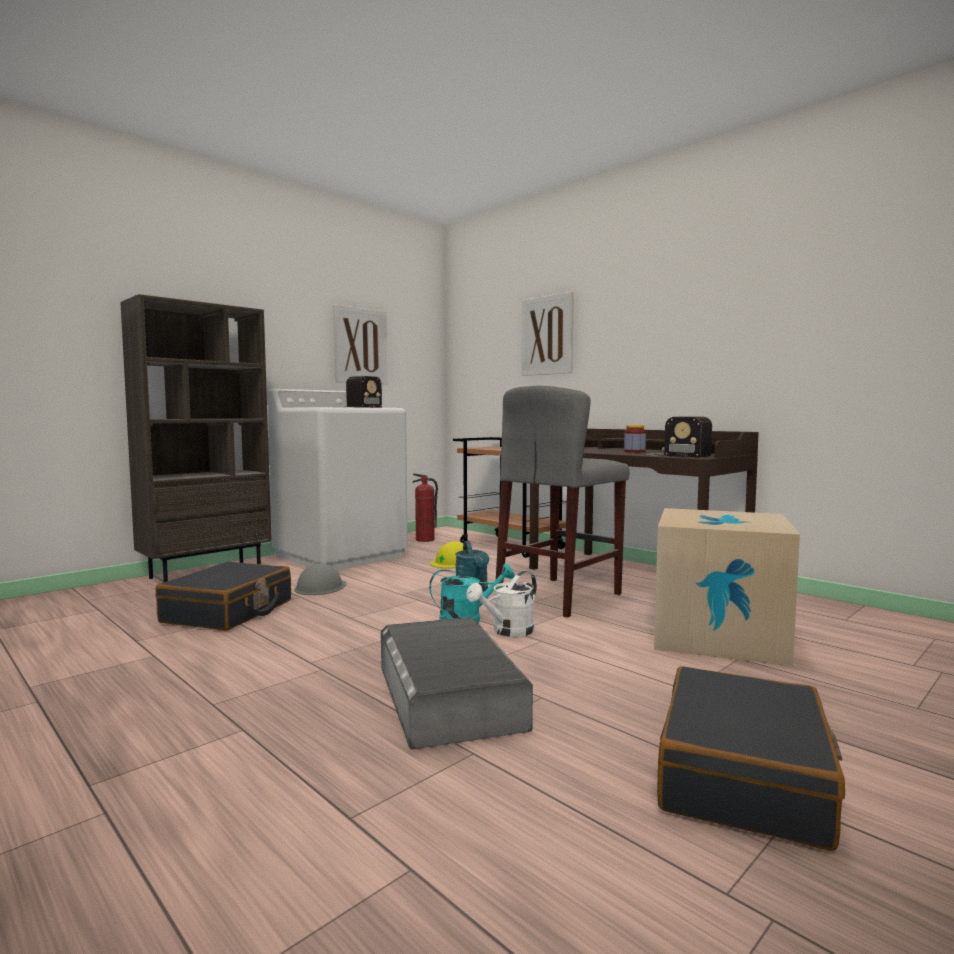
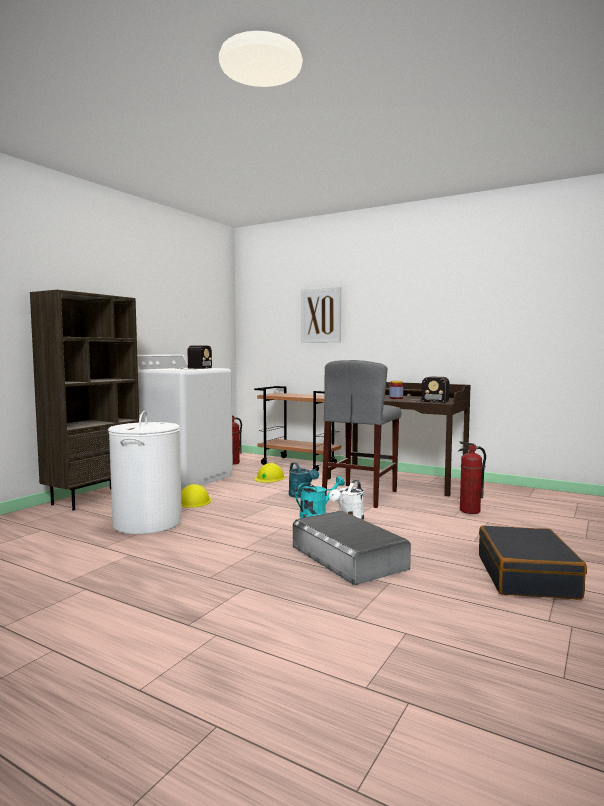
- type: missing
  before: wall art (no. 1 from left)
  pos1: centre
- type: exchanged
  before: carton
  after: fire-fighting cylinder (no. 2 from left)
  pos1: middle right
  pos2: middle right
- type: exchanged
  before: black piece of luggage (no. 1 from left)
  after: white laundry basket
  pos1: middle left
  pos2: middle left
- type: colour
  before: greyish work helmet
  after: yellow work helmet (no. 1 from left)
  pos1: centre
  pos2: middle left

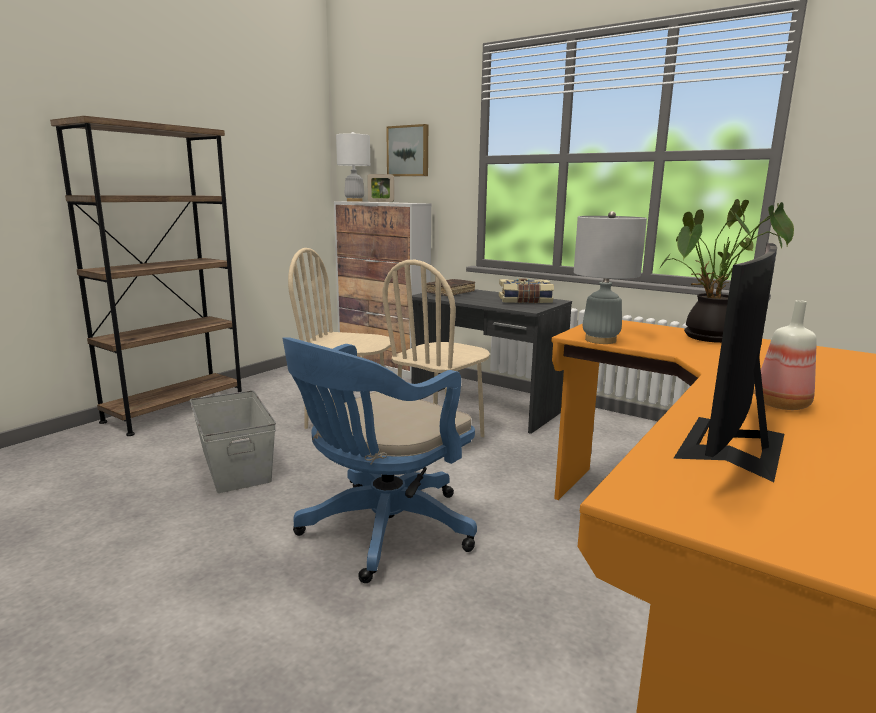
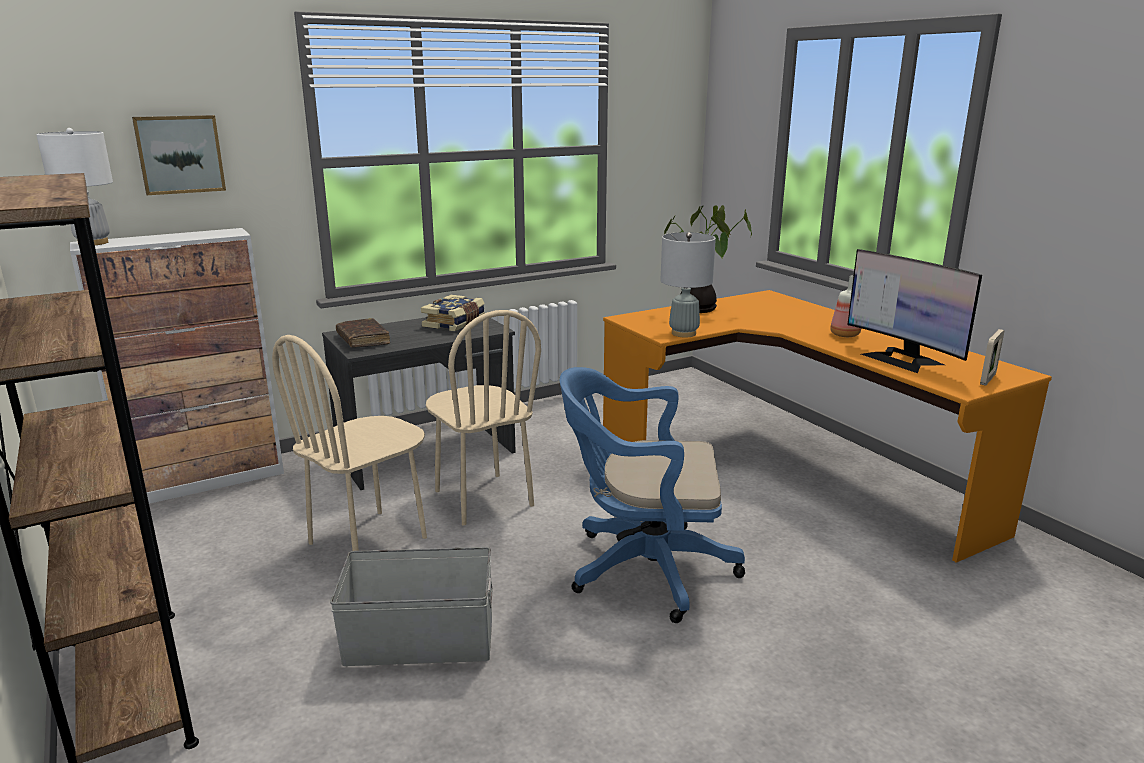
- type: relocated
  before: standing frame
  pos1: top centre
  pos2: middle right
- type: spun
  before: blue desk chair
  pos1: centre
  pos2: centre
  turn: 120

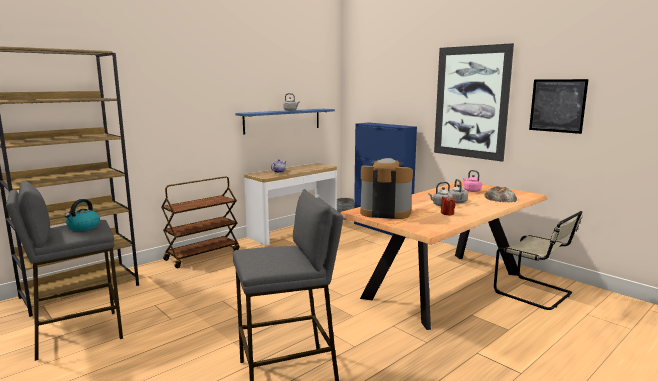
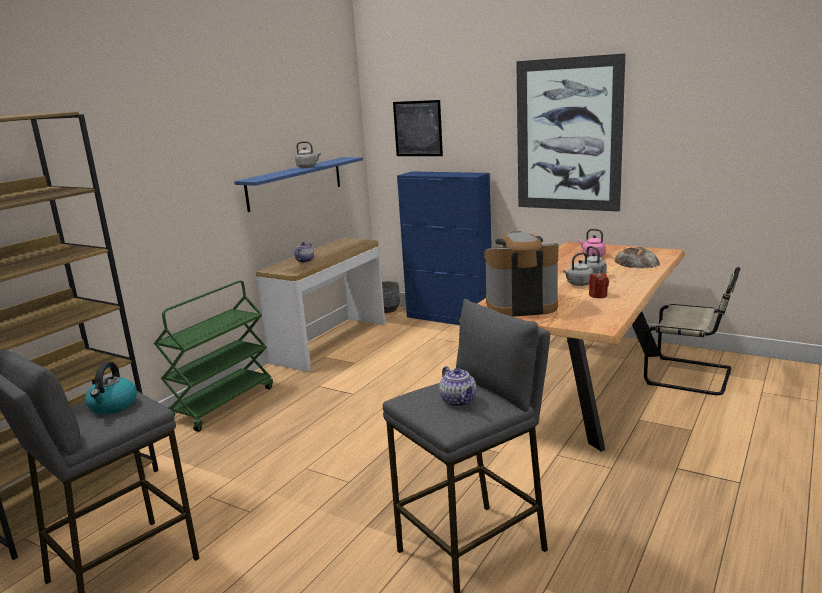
- type: relocated
  before: wall art (no. 2 from left in the first image)
  after: wall art (no. 1 from left)
  pos1: top right
  pos2: top centre
- type: colour
  before: brown-coloured wheeled cart
  after: green wheeled cart
  pos1: middle left
  pos2: middle left
- type: appeared
  after: pot for tea (no. 2 from left)
  pos2: centre

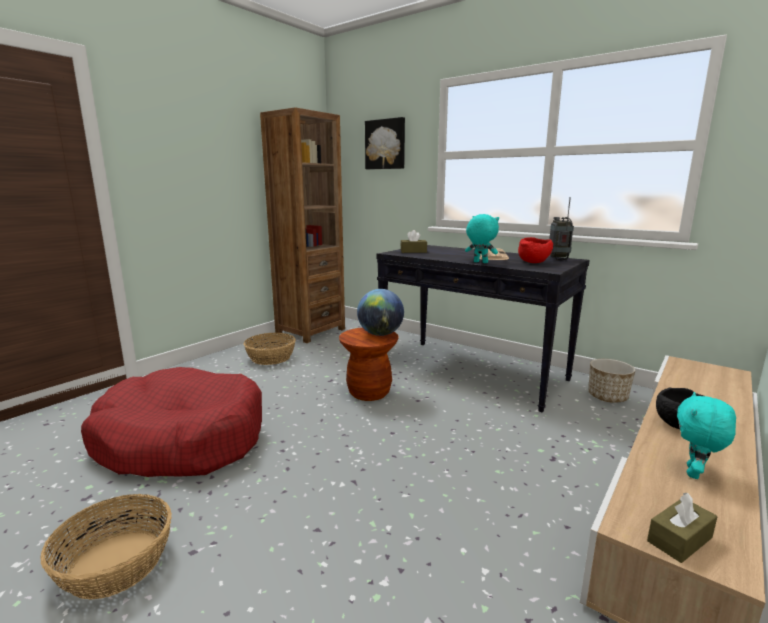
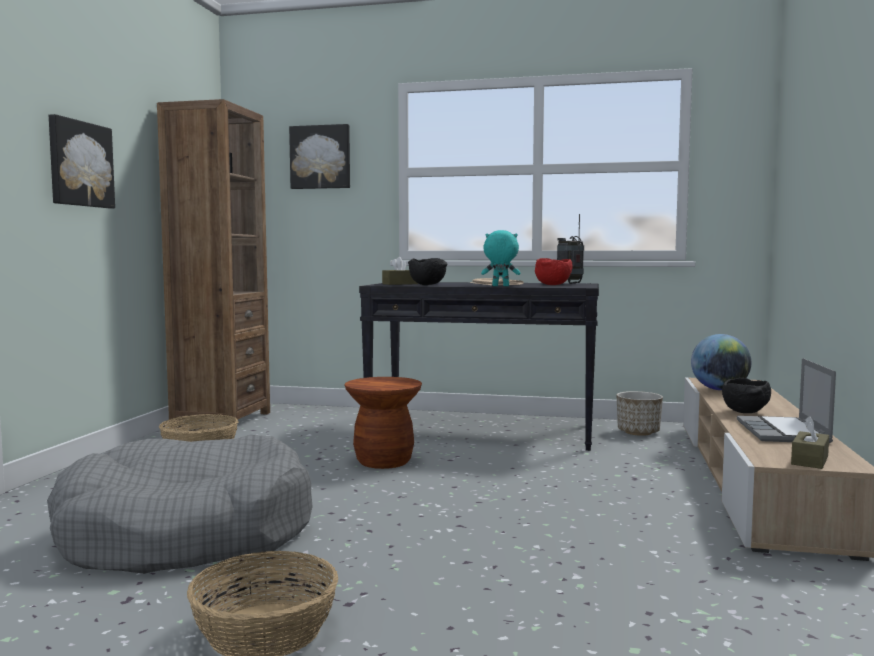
- type: relocated
  before: globe
  pos1: centre
  pos2: middle right
- type: colour
  before: red-coloured dog cushion
  after: greyish dog cushion
  pos1: bottom left
  pos2: bottom left
- type: exchanged
  before: turquoise-coloured soft toy (no. 2 from left)
  after: laptop
  pos1: bottom right
  pos2: middle right
- type: appeared
  after: wall art (no. 1 from left)
  pos2: top left
- type: appeared
  after: black deep dish (no. 1 from left)
  pos2: centre

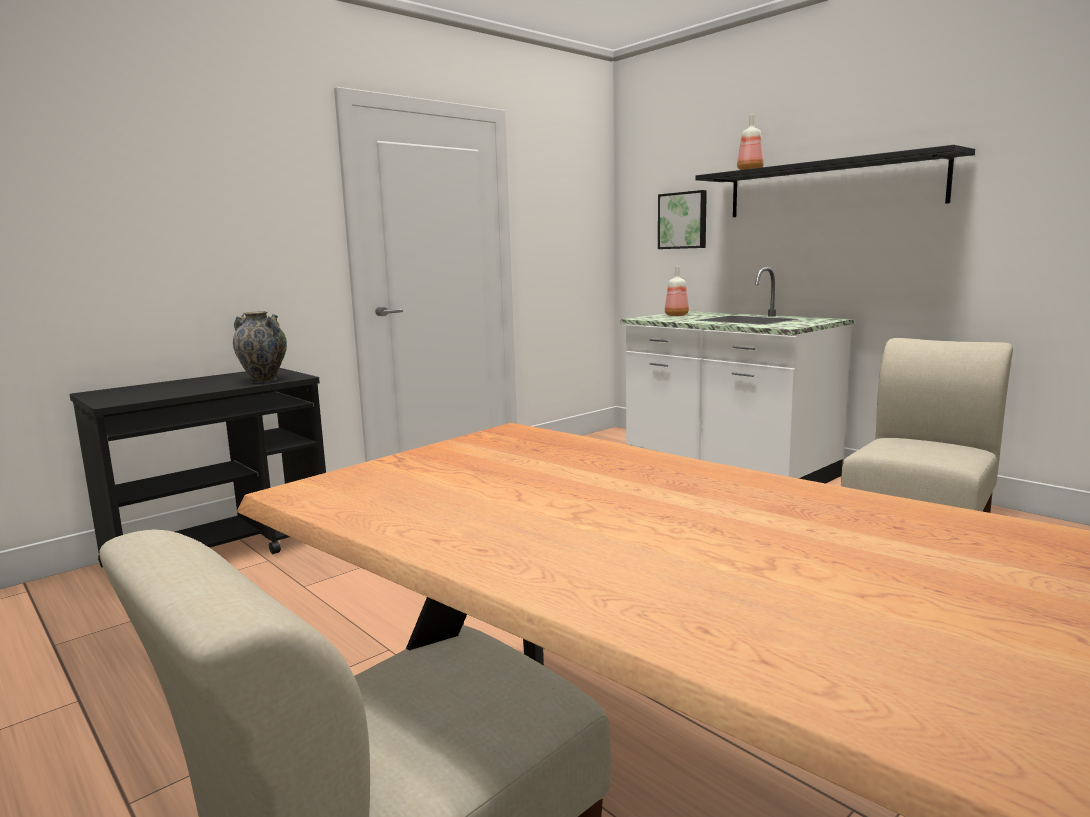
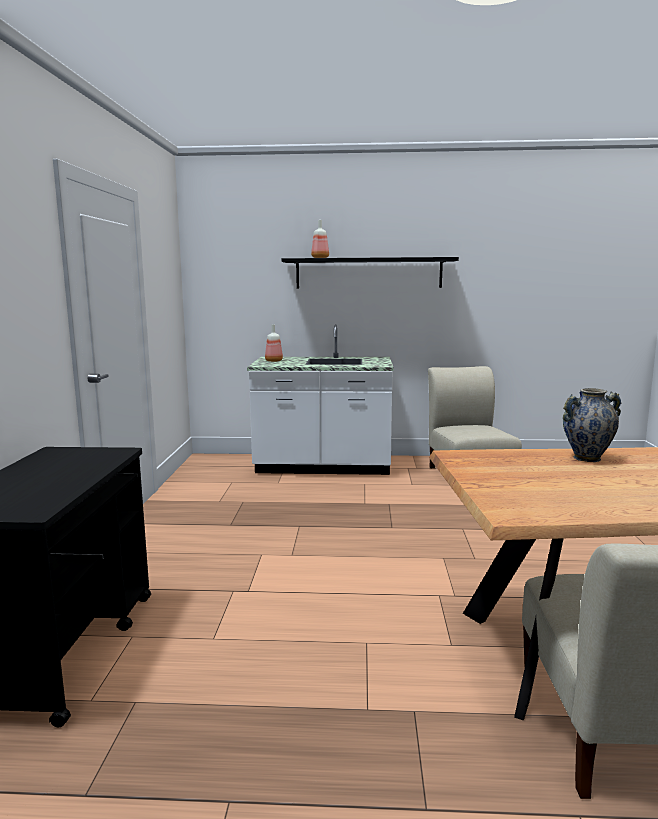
- type: missing
  before: wall art
  pos1: top centre
- type: relocated
  before: vase
  pos1: middle left
  pos2: middle right

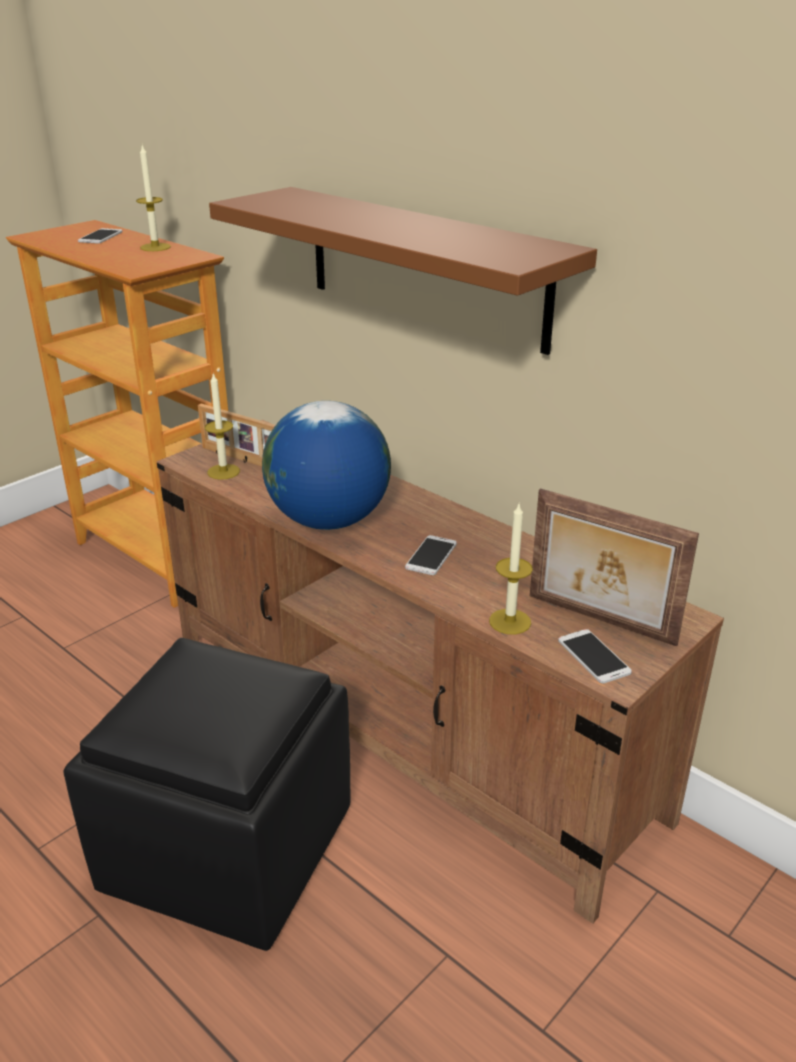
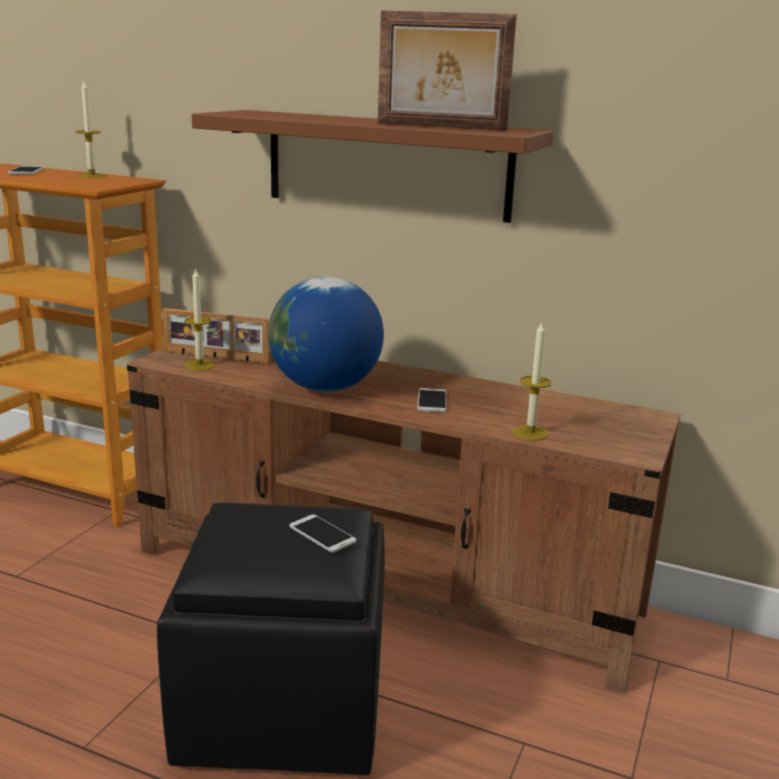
- type: relocated
  before: standing frame (no. 2 from left)
  pos1: middle right
  pos2: top centre
- type: relocated
  before: handset (no. 3 from left in the first image)
  after: handset (no. 2 from left)
  pos1: middle right
  pos2: bottom centre

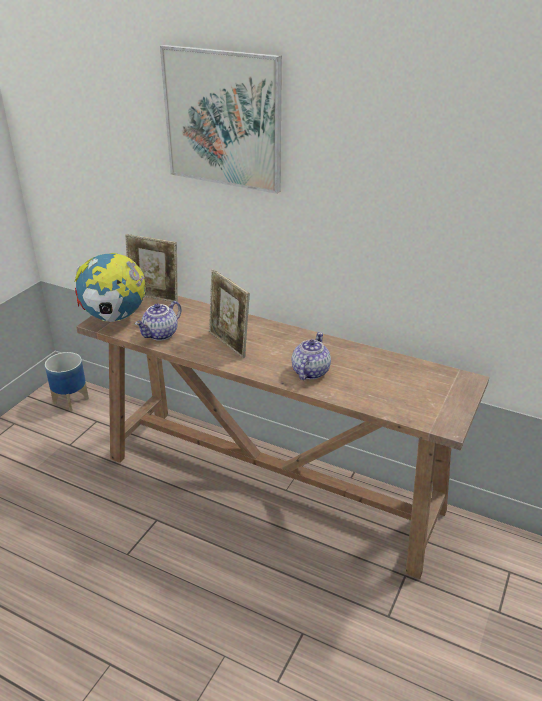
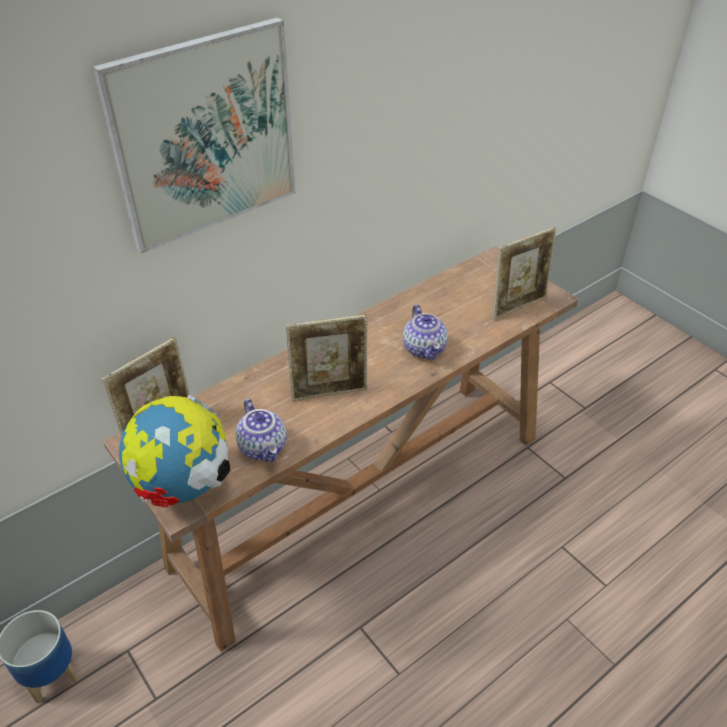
- type: spun
  before: pot for tea (no. 2 from left)
  pos1: centre
  pos2: centre
  turn: -150
- type: appeared
  after: standing frame (no. 3 from left)
  pos2: middle right

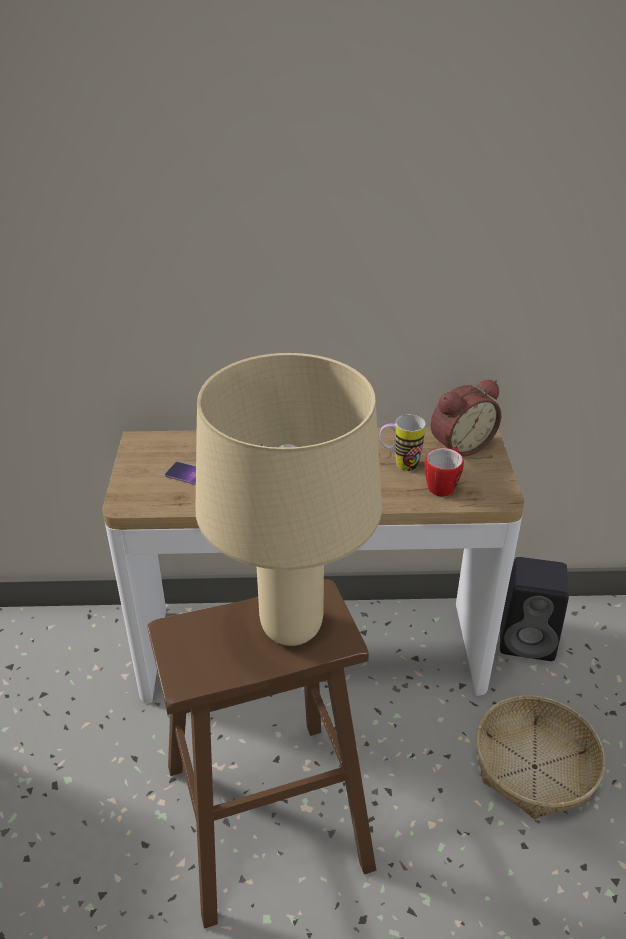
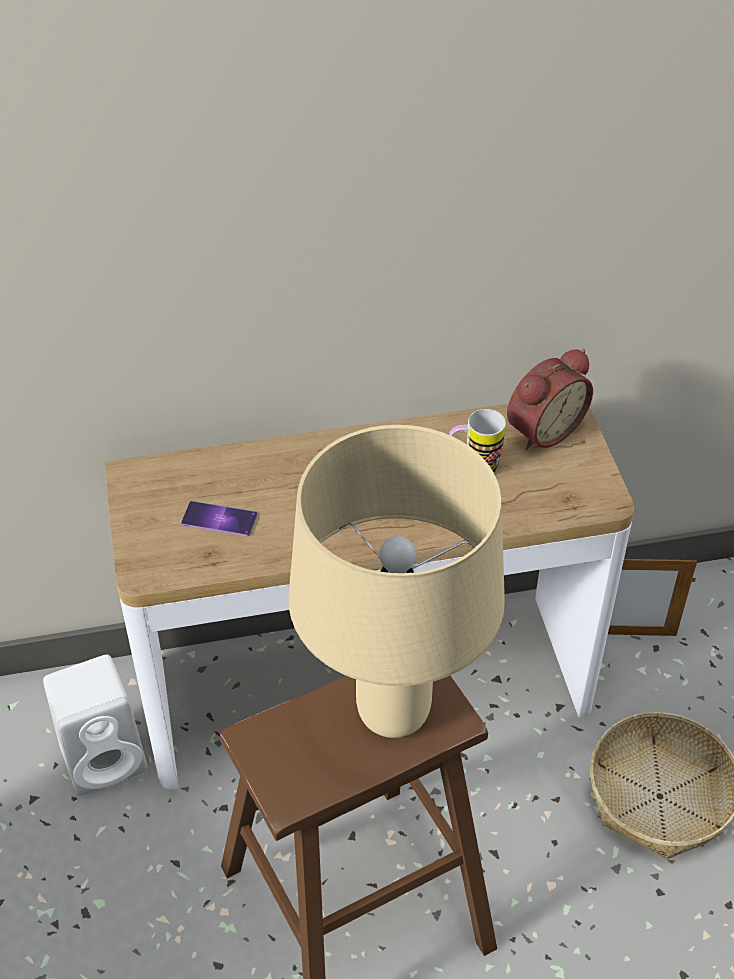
- type: missing
  before: coffee mug (no. 2 from left)
  pos1: middle right
- type: exchanged
  before: black speaker
  after: standing frame
  pos1: middle right
  pos2: middle right
- type: appeared
  after: white speaker
  pos2: bottom left

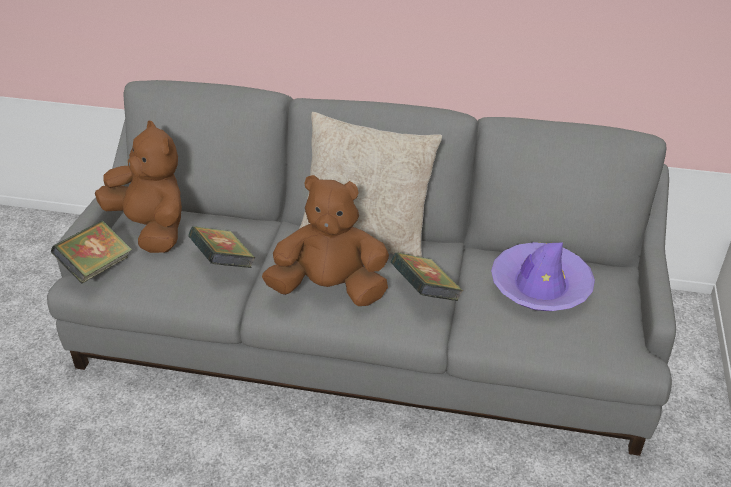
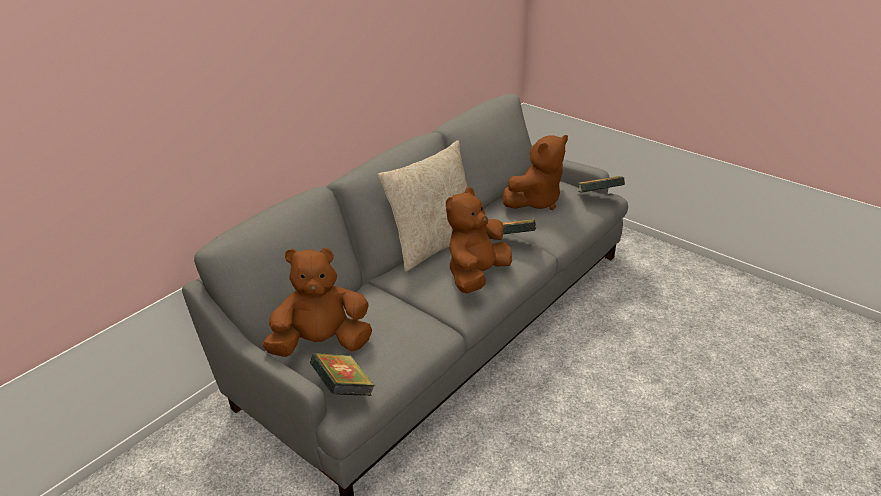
- type: relocated
  before: volume (no. 2 from left in the first image)
  after: volume (no. 3 from left)
  pos1: middle left
  pos2: middle right
- type: exchanged
  before: purplish hat
  after: brown-coloured soft toy (no. 3 from left)
  pos1: middle right
  pos2: centre

